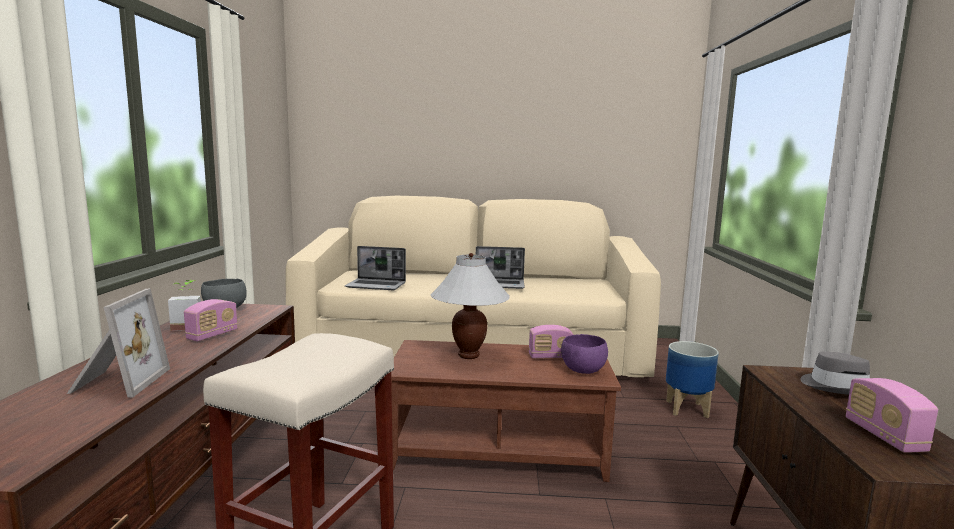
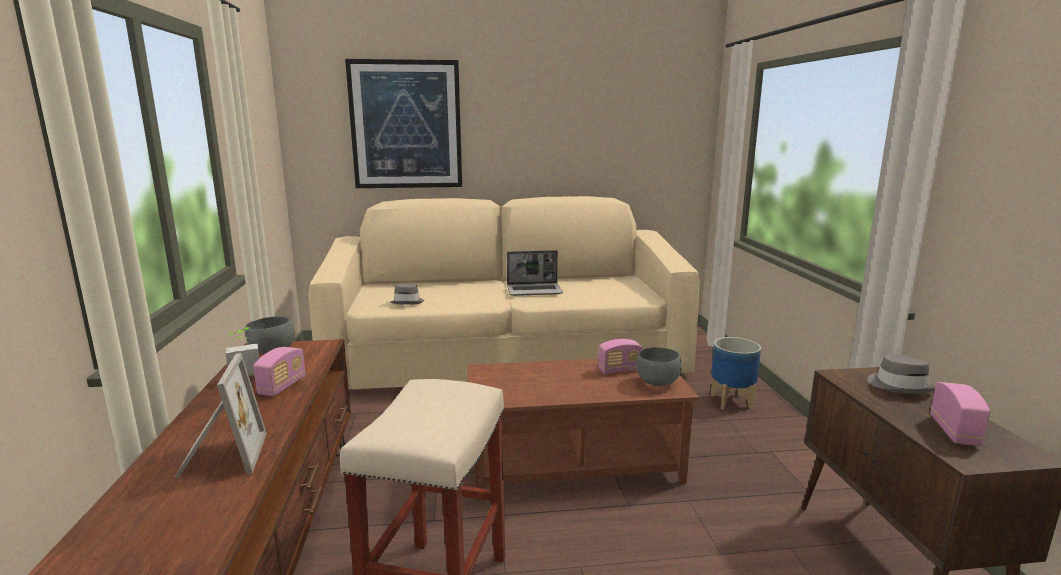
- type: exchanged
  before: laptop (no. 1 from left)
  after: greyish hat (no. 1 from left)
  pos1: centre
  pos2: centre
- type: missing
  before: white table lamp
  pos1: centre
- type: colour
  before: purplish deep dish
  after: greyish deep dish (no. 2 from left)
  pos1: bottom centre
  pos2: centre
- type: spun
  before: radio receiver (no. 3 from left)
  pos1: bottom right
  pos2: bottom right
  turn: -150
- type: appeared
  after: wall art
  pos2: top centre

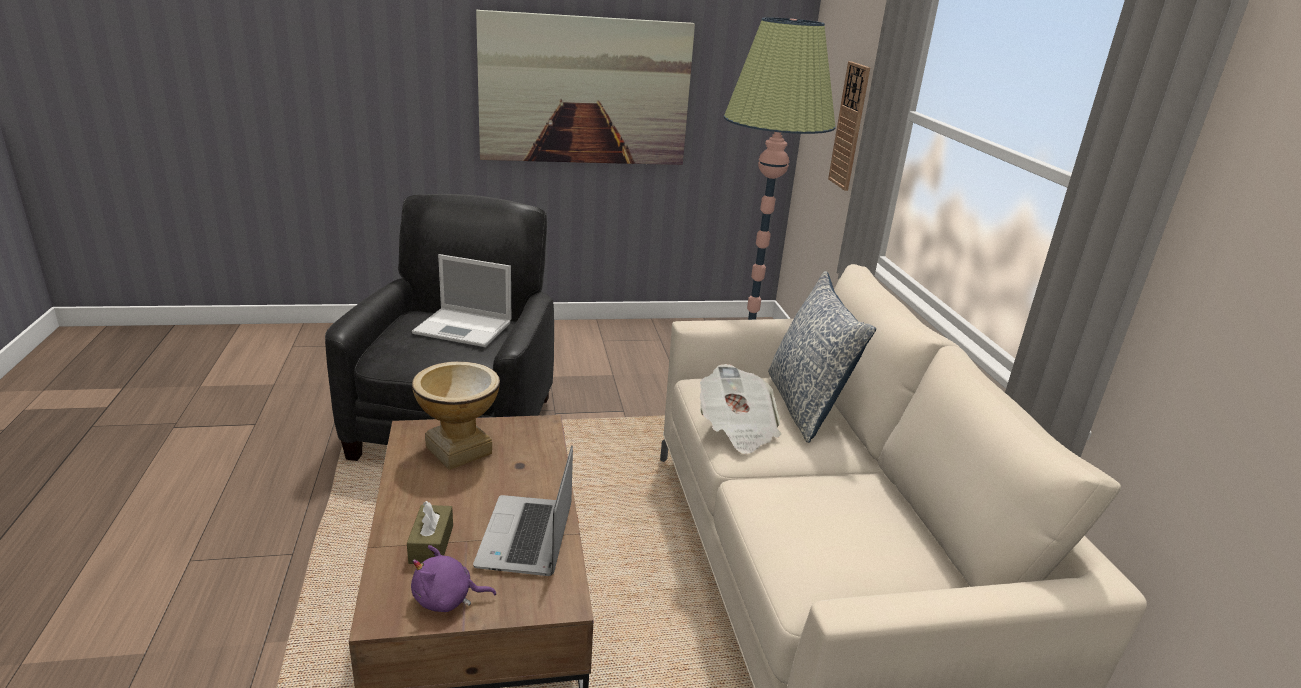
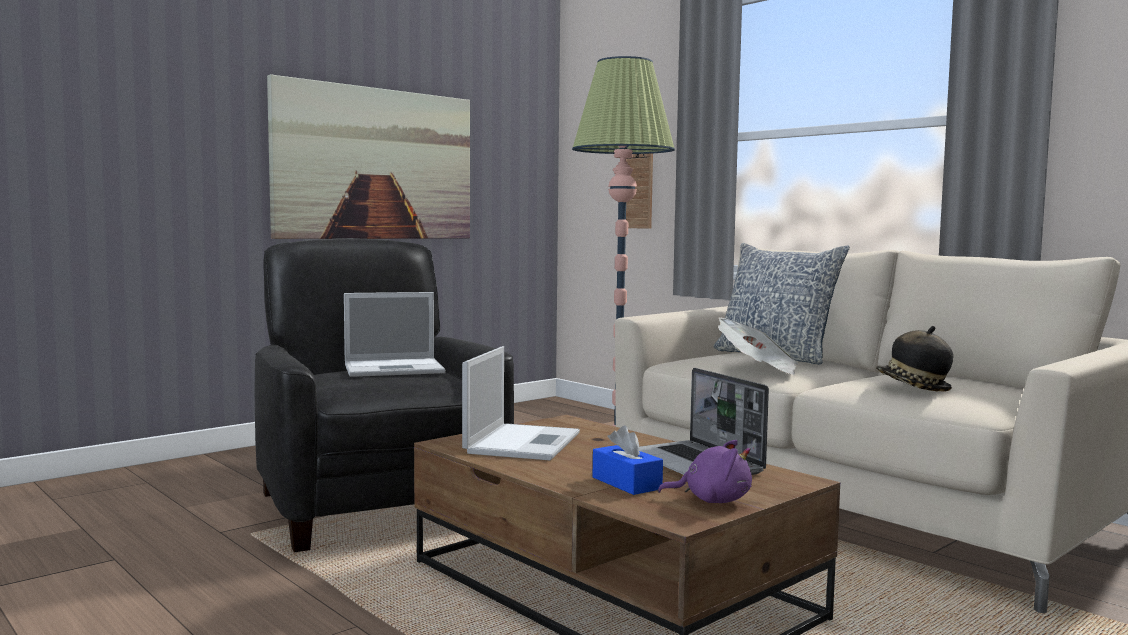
- type: exchanged
  before: vase
  after: laptop (no. 2 from left)
  pos1: centre
  pos2: centre
- type: colour
  before: brown-coloured tissue box
  after: blue tissue box
  pos1: bottom left
  pos2: bottom centre
- type: spun
  before: purplish soft toy
  pos1: bottom centre
  pos2: bottom centre
  turn: -135
- type: appeared
  after: hat
  pos2: middle right

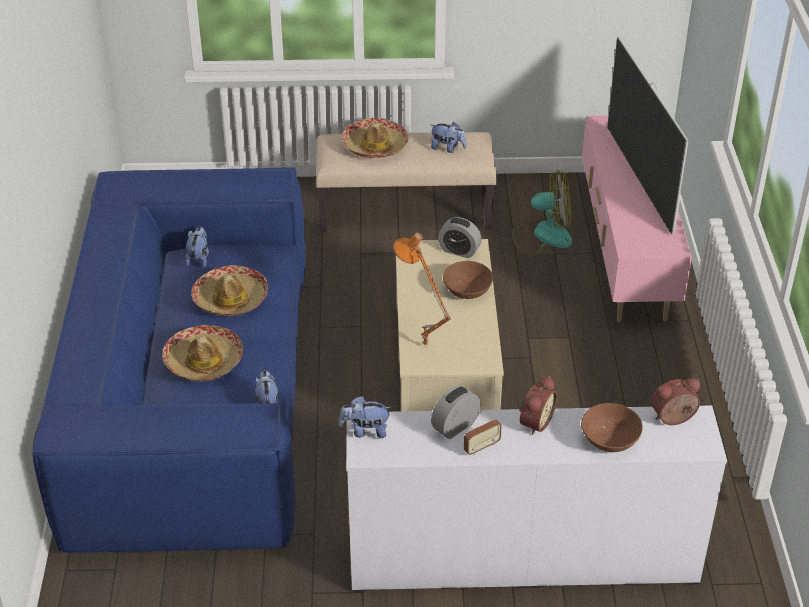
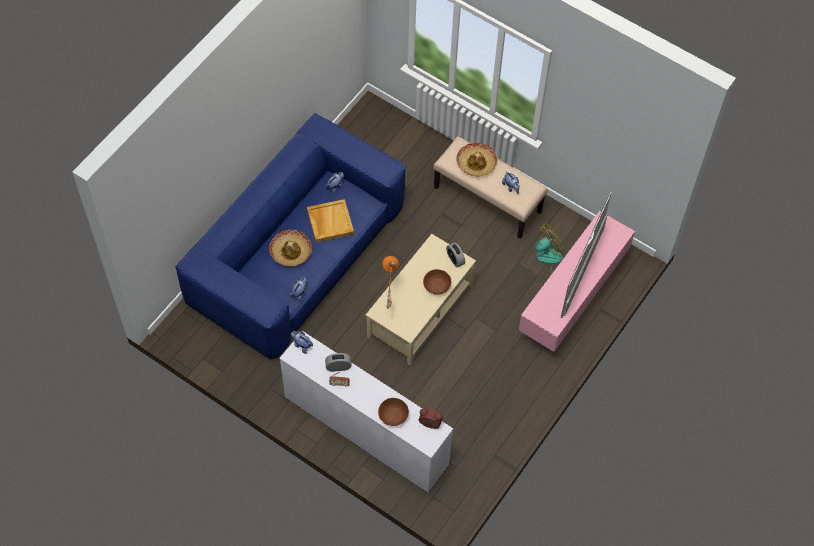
- type: spun
  before: cooling fan
  pos1: middle right
  pos2: middle right
  turn: -75
- type: exchanged
  before: hat (no. 2 from left)
  after: beige carrying tray
  pos1: middle left
  pos2: centre
- type: missing
  before: alarm clock (no. 3 from left)
  pos1: bottom centre

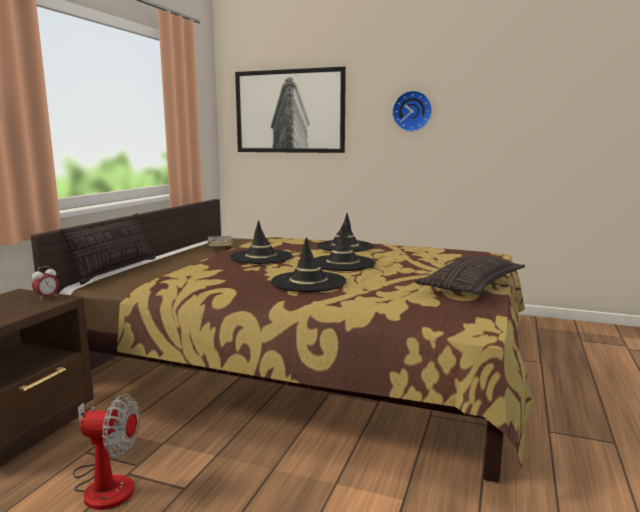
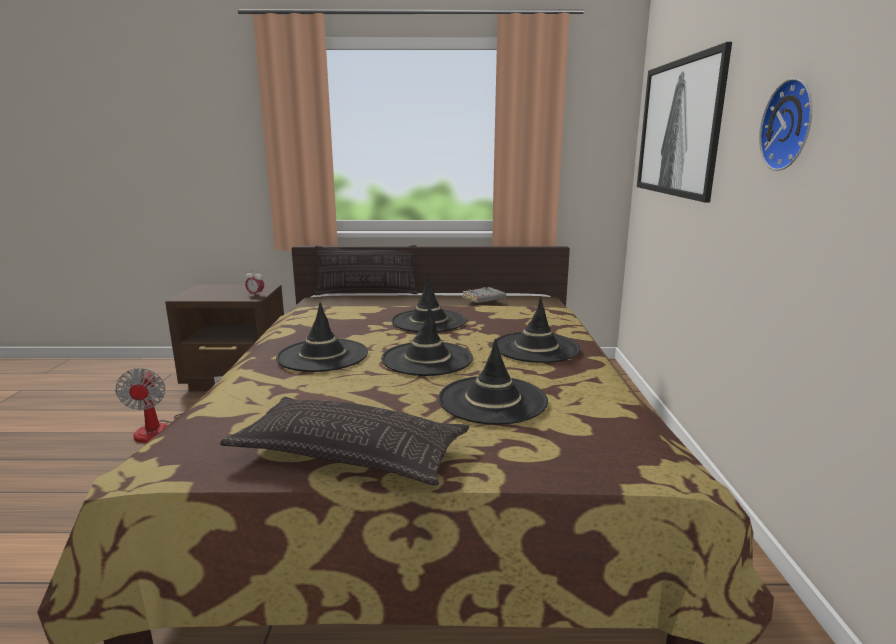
- type: appeared
  after: black hat (no. 4 from left)
  pos2: centre

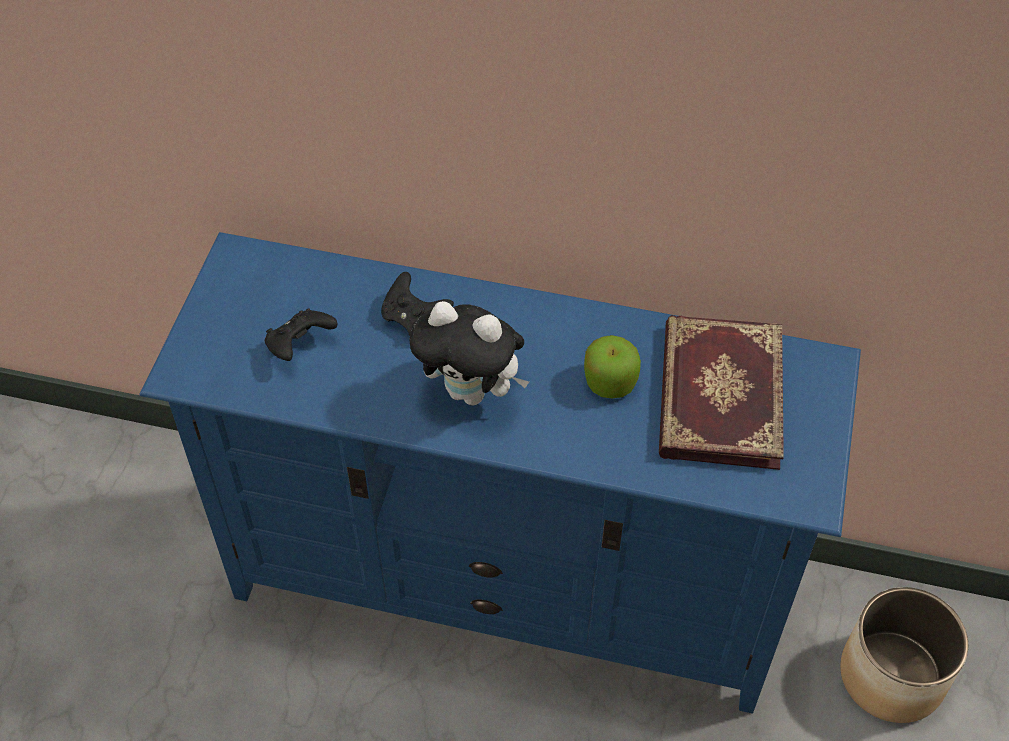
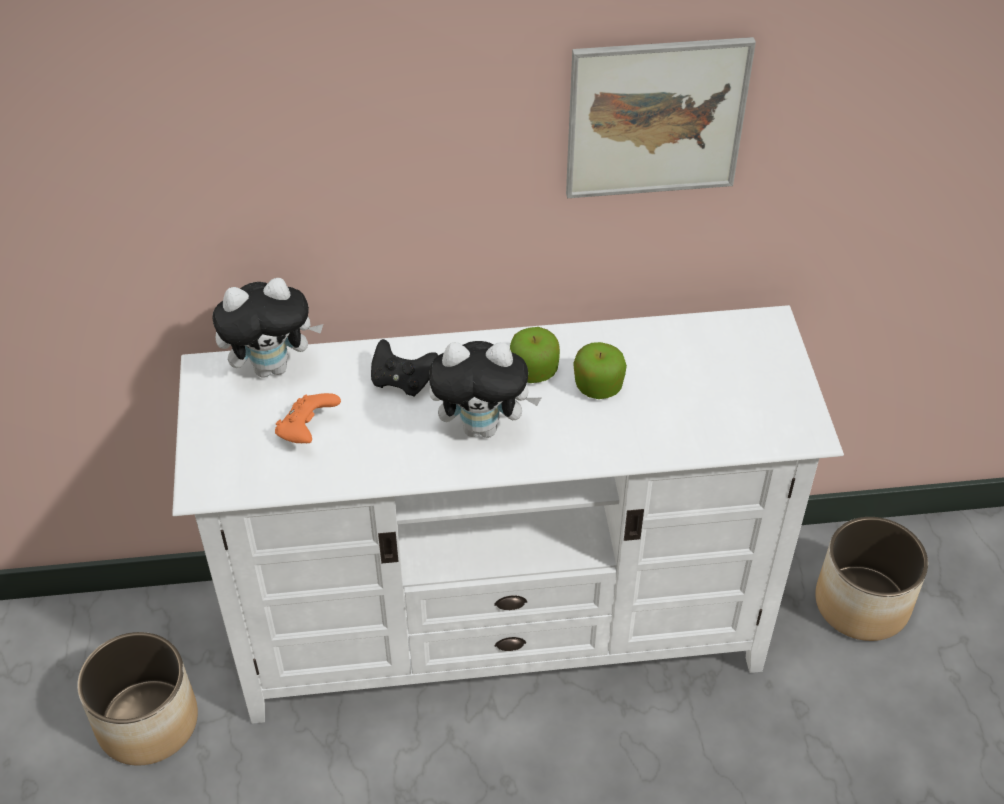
- type: colour
  before: blue tv unit
  after: white tv unit
  pos1: centre
  pos2: centre
- type: colour
  before: black joypad (no. 1 from left)
  after: orange-coloured joypad
  pos1: middle left
  pos2: middle left
- type: missing
  before: volume
  pos1: middle right
- type: appeared
  after: wall art
  pos2: top centre
- type: appeared
  after: soft toy (no. 1 from left)
  pos2: middle left
- type: appeared
  after: apple fruit (no. 1 from left)
  pos2: centre
- type: appeared
  after: planter (no. 1 from left)
  pos2: bottom left

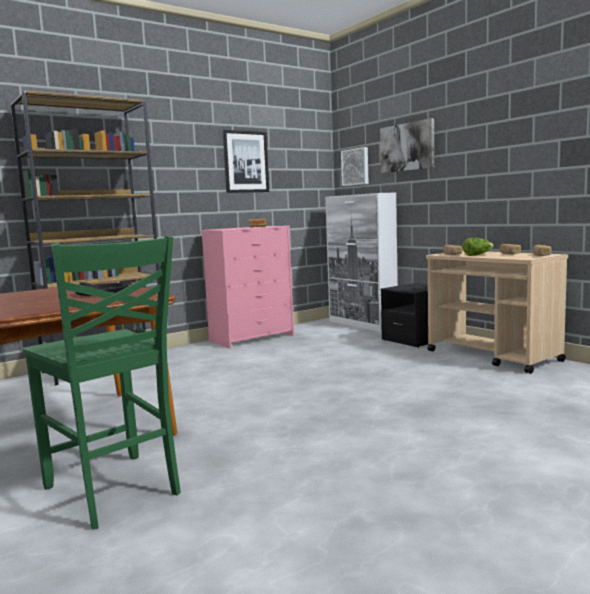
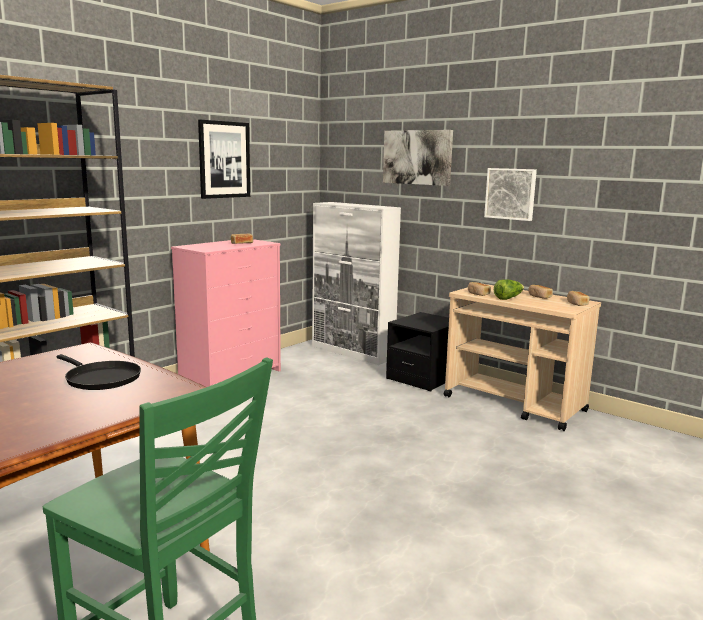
- type: relocated
  before: wall art (no. 2 from left in the first image)
  after: wall art (no. 3 from left)
  pos1: top centre
  pos2: top right

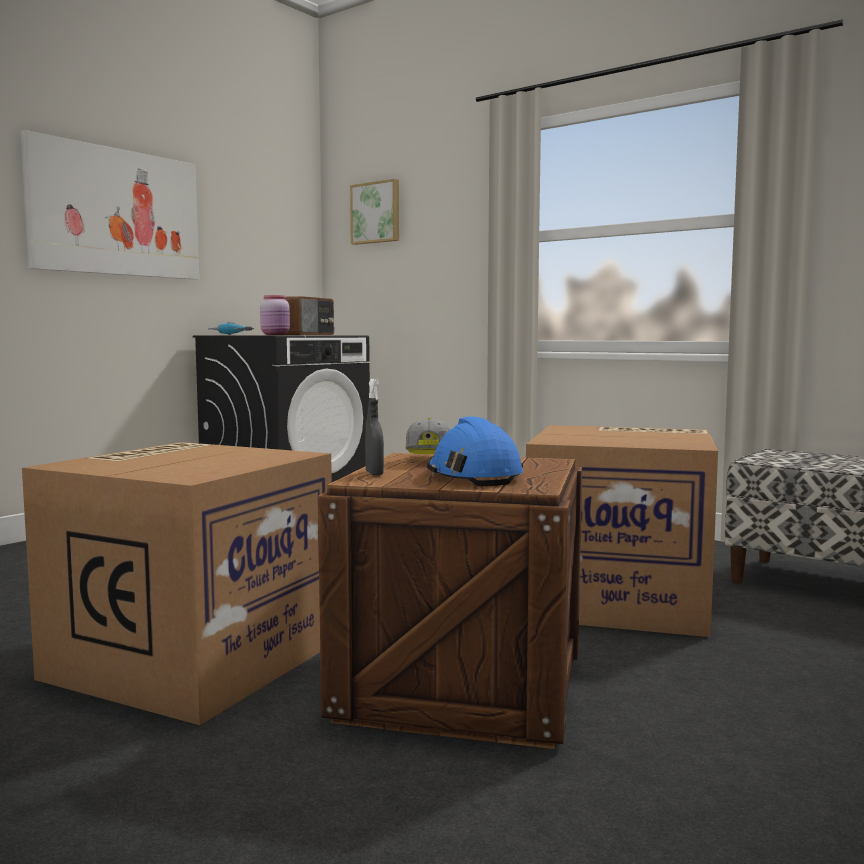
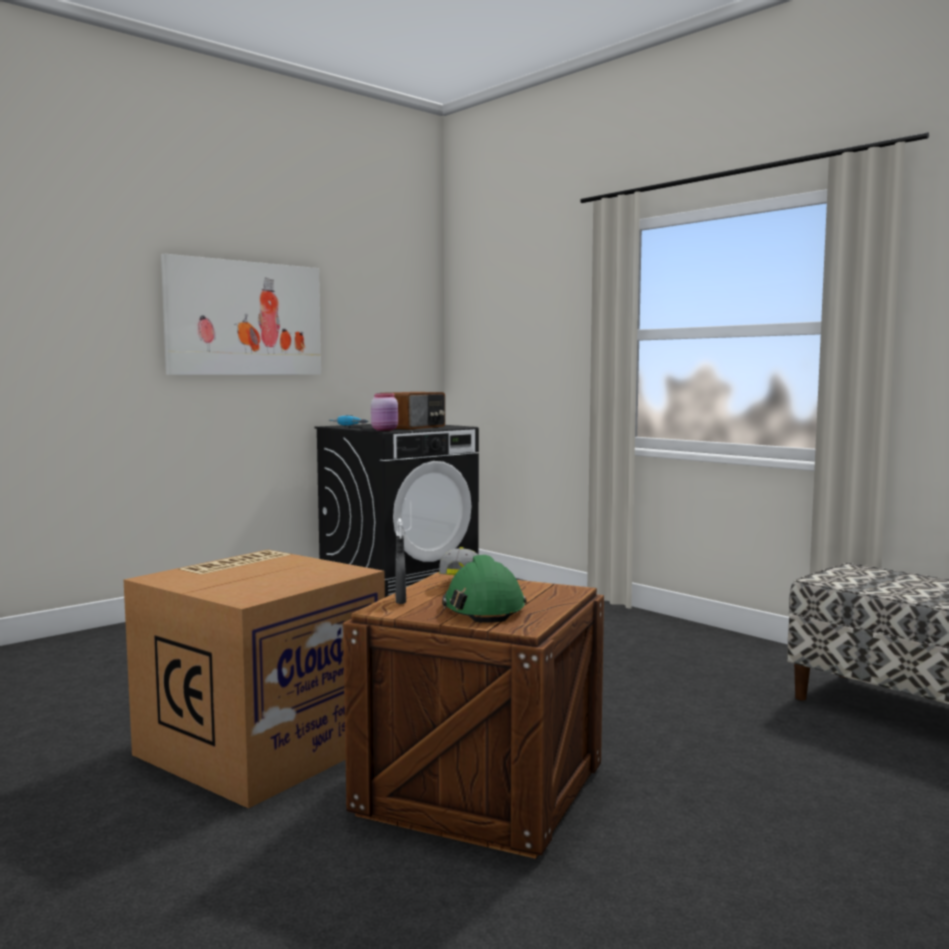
- type: missing
  before: wall art (no. 2 from left)
  pos1: top centre
- type: colour
  before: blue work helmet
  after: green work helmet
  pos1: centre
  pos2: centre
- type: missing
  before: carton (no. 2 from left)
  pos1: middle right

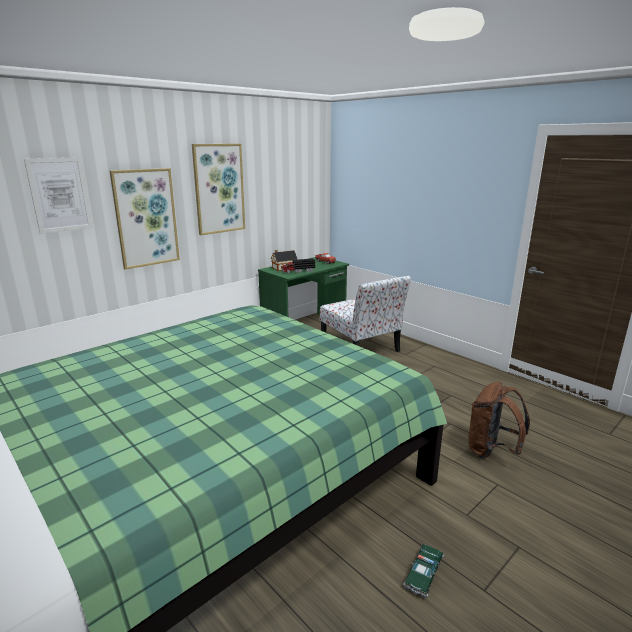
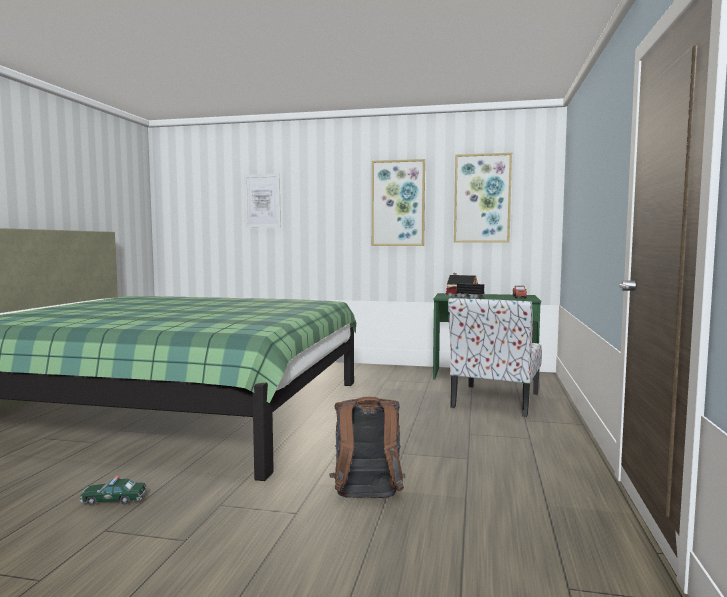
- type: relocated
  before: wall art (no. 2 from left in the first image)
  after: wall art (no. 3 from left)
  pos1: middle left
  pos2: top centre

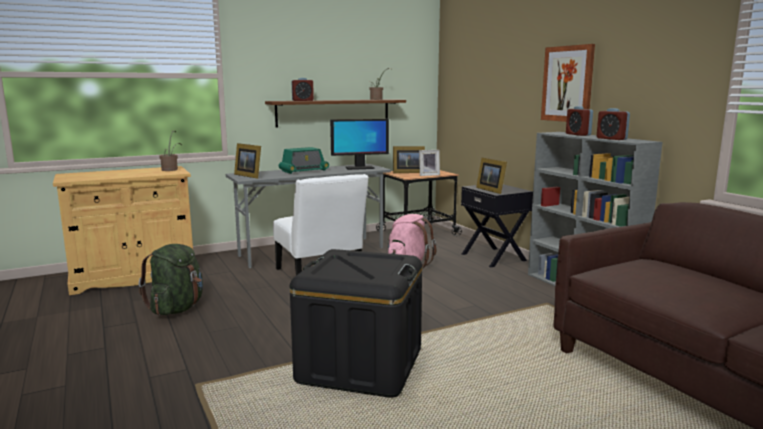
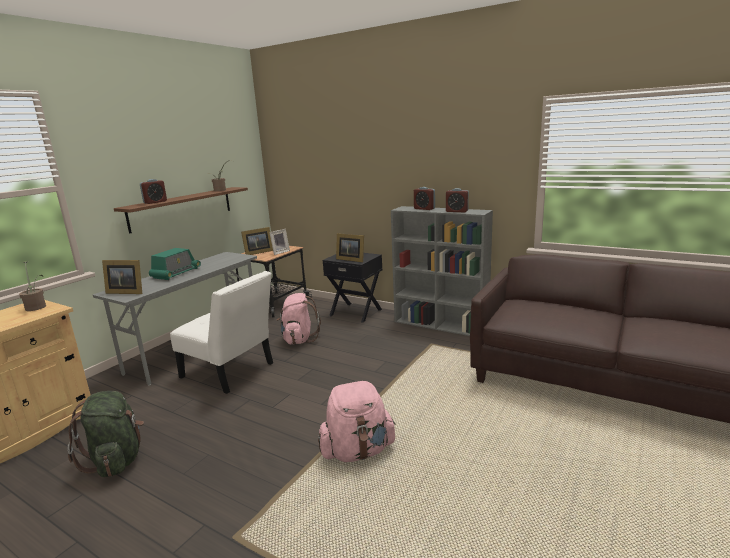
- type: missing
  before: wall art
  pos1: top right
- type: missing
  before: monitor
  pos1: centre
- type: exchanged
  before: black storage bin
  after: pink-coloured backpack (no. 2 from left)
  pos1: bottom centre
  pos2: bottom centre

